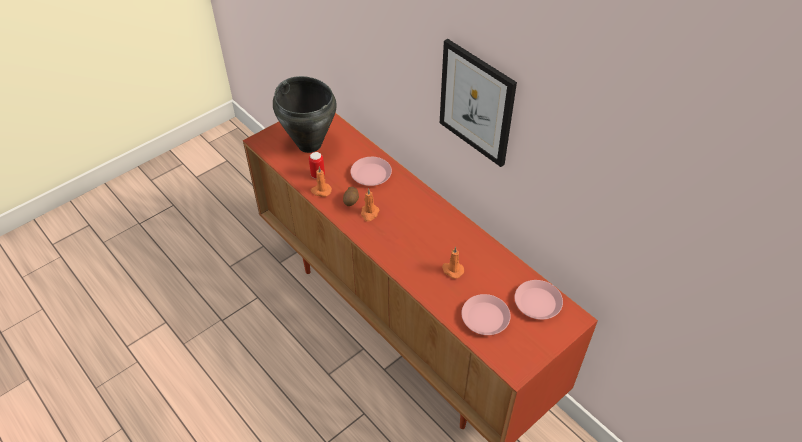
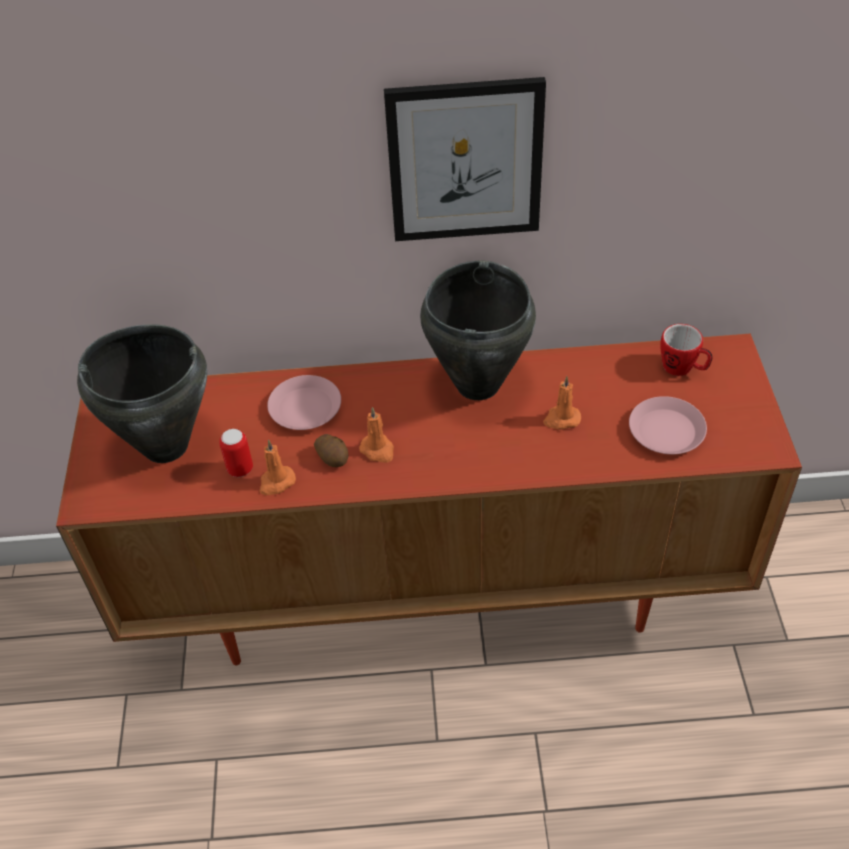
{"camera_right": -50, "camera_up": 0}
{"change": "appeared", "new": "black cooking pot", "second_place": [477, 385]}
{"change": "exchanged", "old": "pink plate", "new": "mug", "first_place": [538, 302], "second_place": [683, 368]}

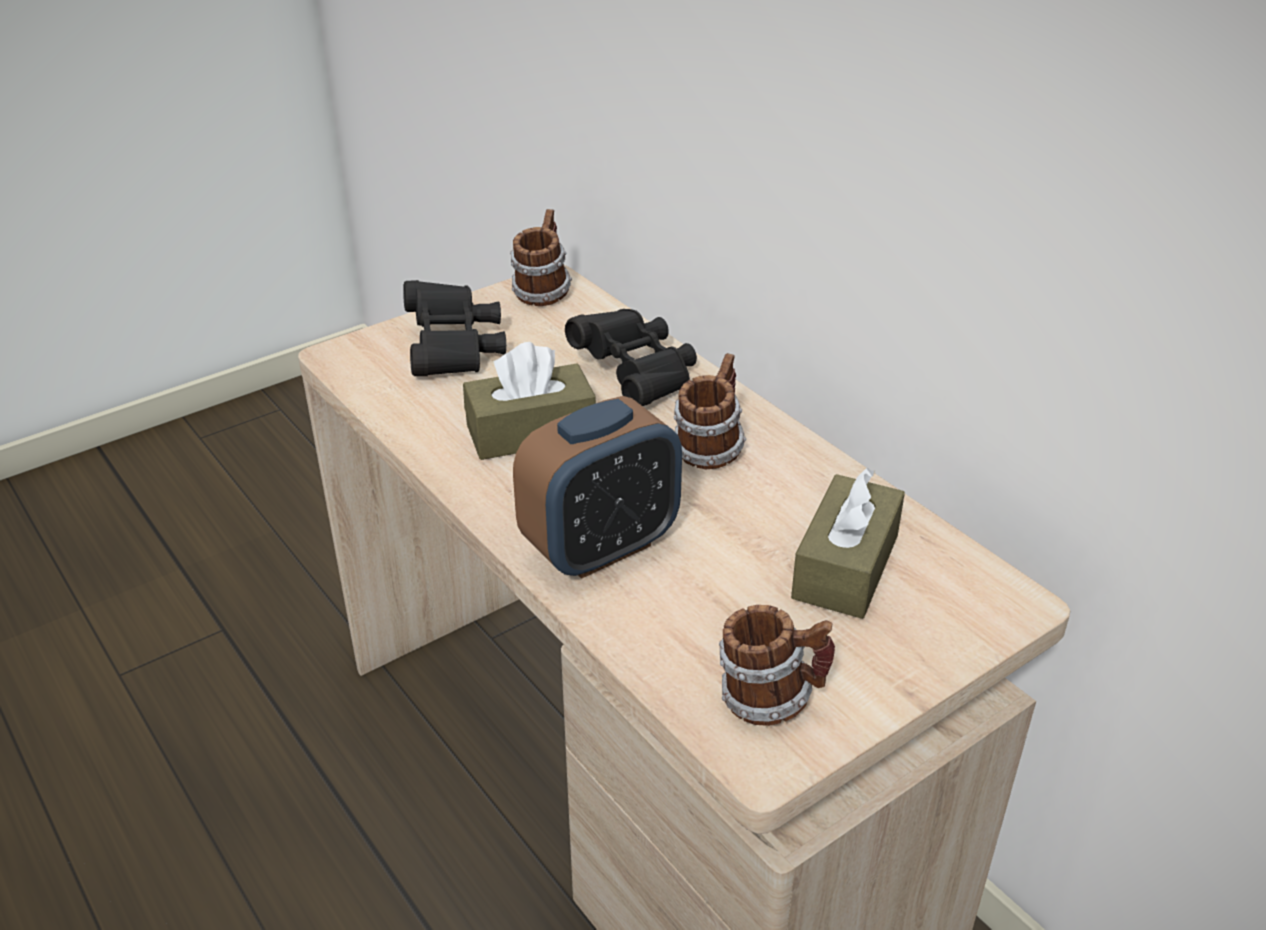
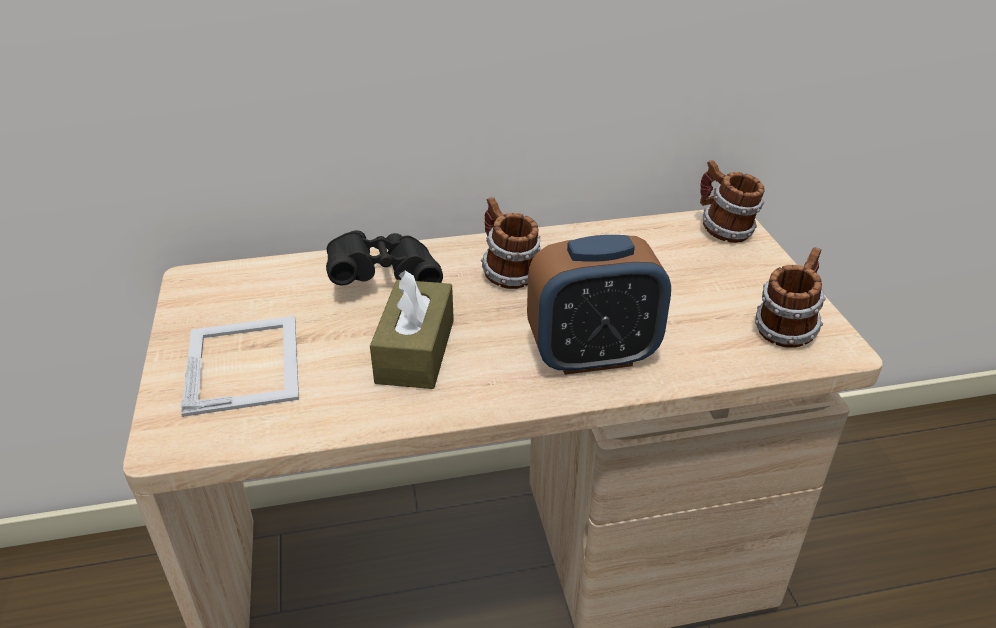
{"camera_right": -65, "camera_up": 0}
{"change": "missing", "old": "brown tissue box", "first_place": [845, 566]}
{"change": "relocated", "old": "mug", "first_place": [542, 292], "second_place": [723, 231]}
{"change": "exchanged", "old": "black binoculars", "new": "picture frame", "first_place": [454, 350], "second_place": [244, 362]}
{"change": "spun", "old": "alarm clock", "first_place": [601, 547], "second_place": [592, 355], "degrees": 90}

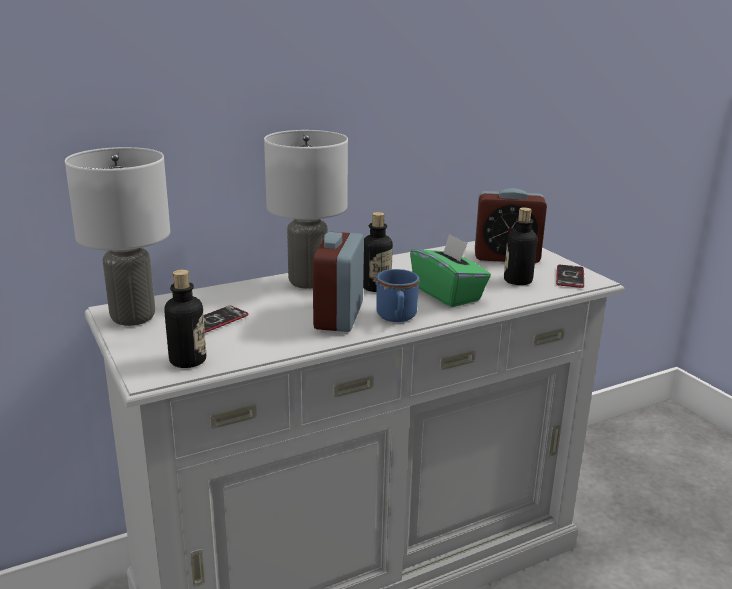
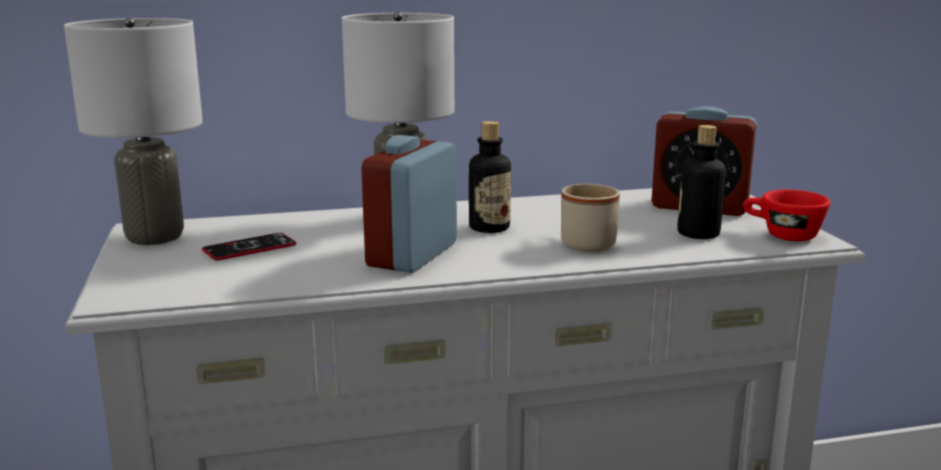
{"camera_right": 15, "camera_up": -5}
{"change": "missing", "old": "bottle", "first_place": [188, 360]}
{"change": "missing", "old": "blue mug", "first_place": [397, 318]}
{"change": "exchanged", "old": "green tissue box", "new": "beige mug", "first_place": [448, 294], "second_place": [584, 242]}
{"change": "exchanged", "old": "phone", "new": "red cup", "first_place": [570, 277], "second_place": [781, 235]}

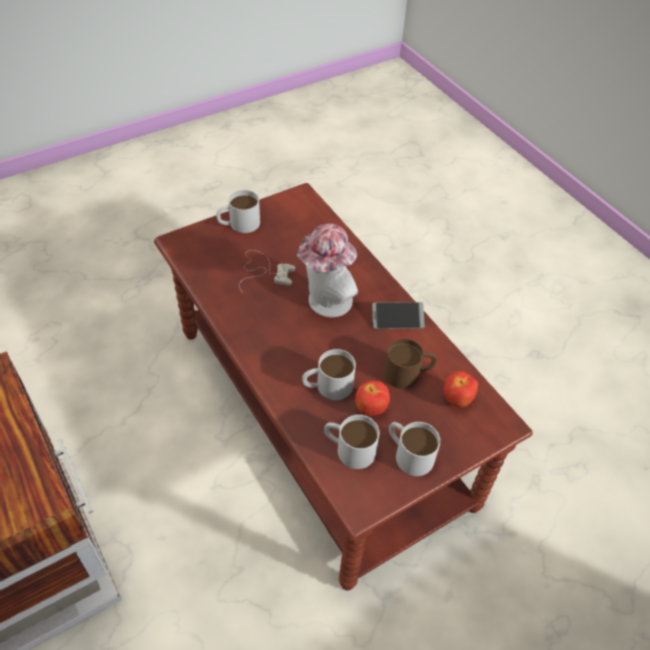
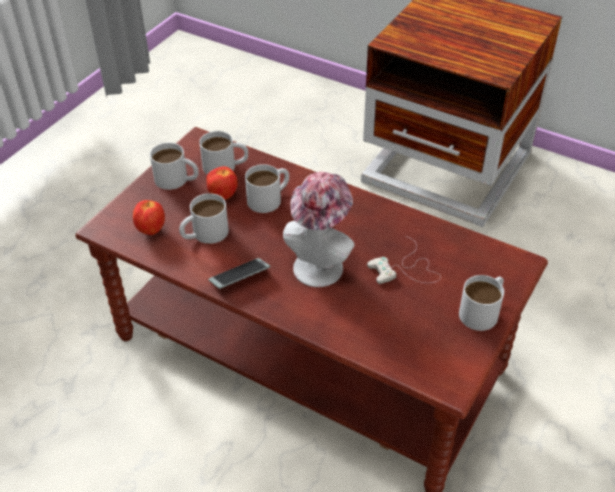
{"camera_right": 155, "camera_up": -5}
{"change": "colour", "old": "brown mug", "new": "white mug", "first_place": [408, 373], "second_place": [204, 234]}

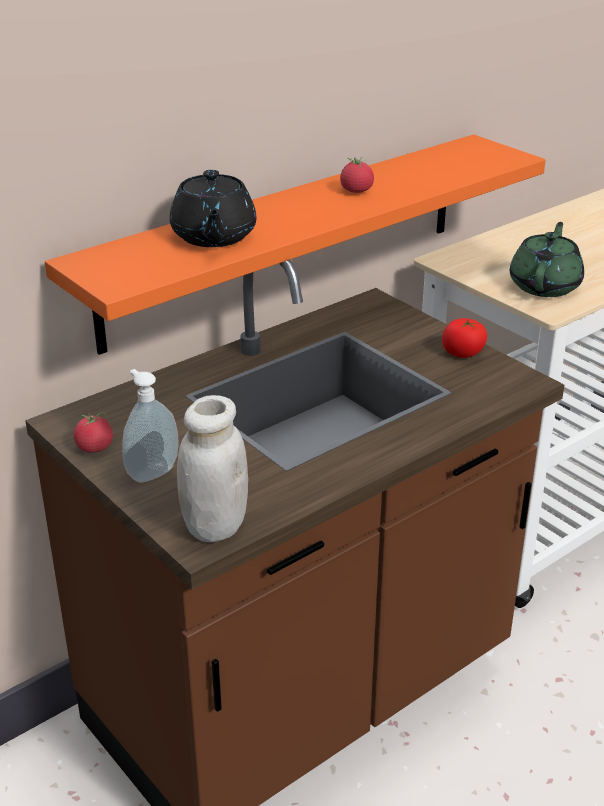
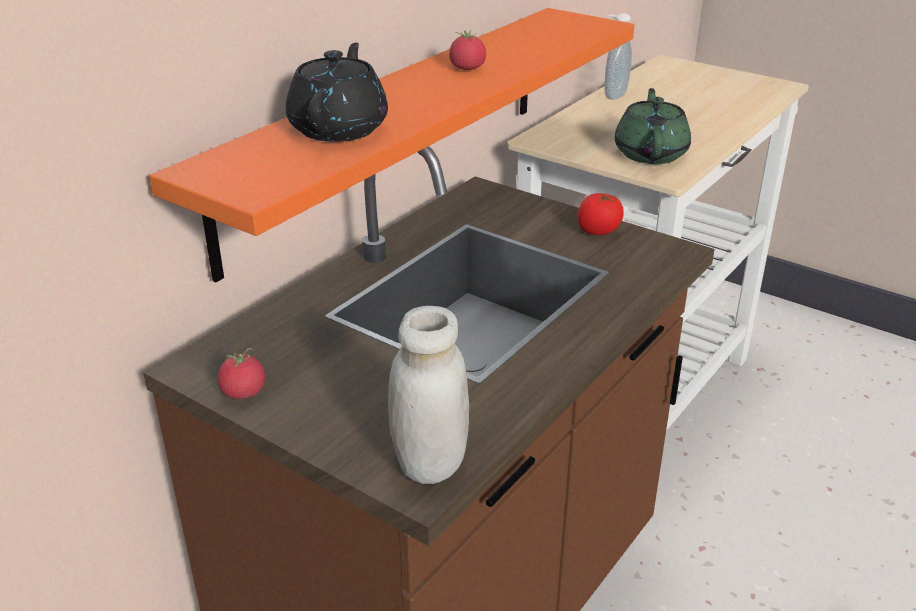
{"camera_right": -15, "camera_up": 0}
{"change": "relocated", "old": "soap dispenser", "first_place": [151, 472], "second_place": [613, 95]}
{"change": "spun", "old": "black teapot", "first_place": [213, 237], "second_place": [339, 128], "degrees": -150}

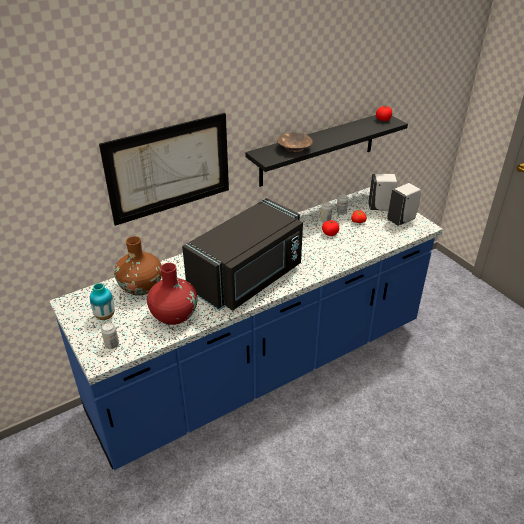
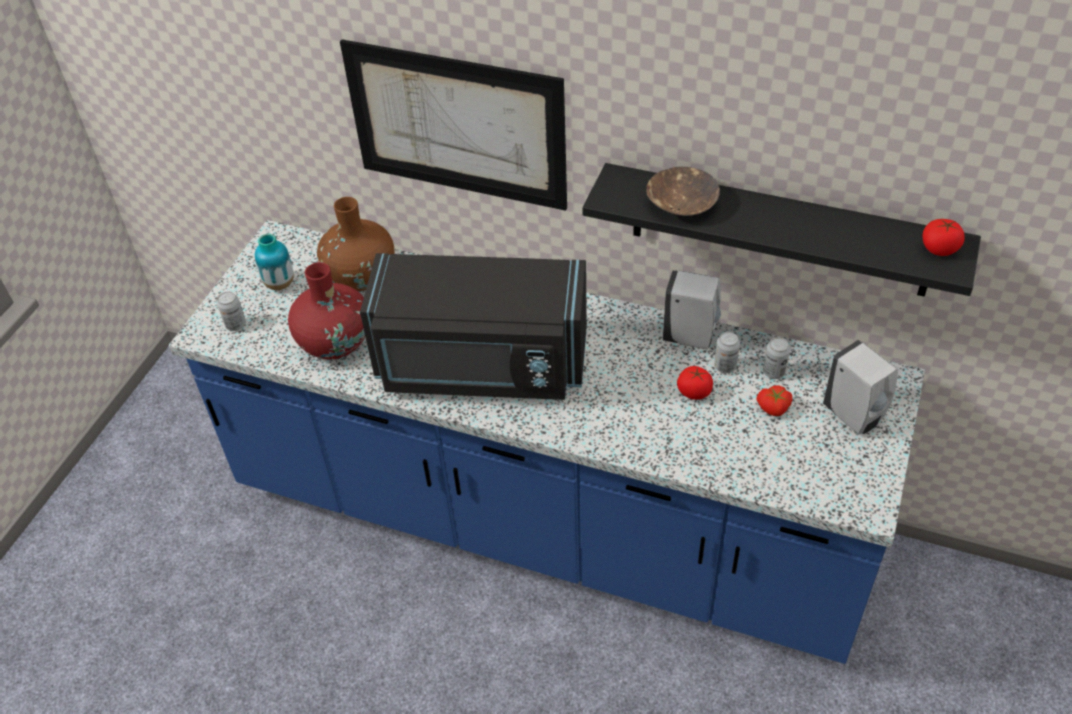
{"camera_right": 55, "camera_up": 10}
{"change": "relocated", "old": "white soap dispenser", "first_place": [401, 220], "second_place": [691, 337]}

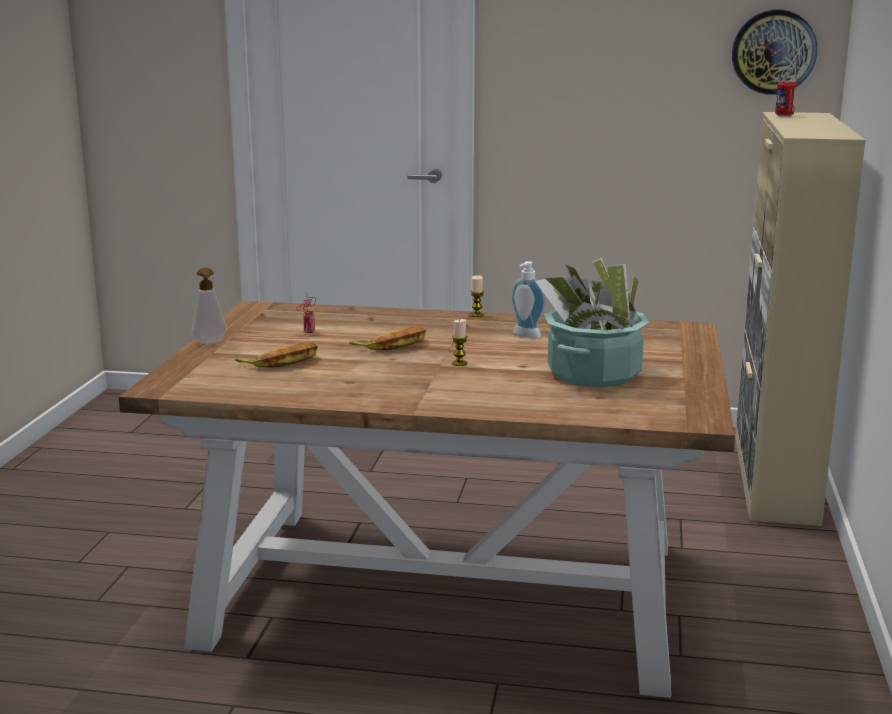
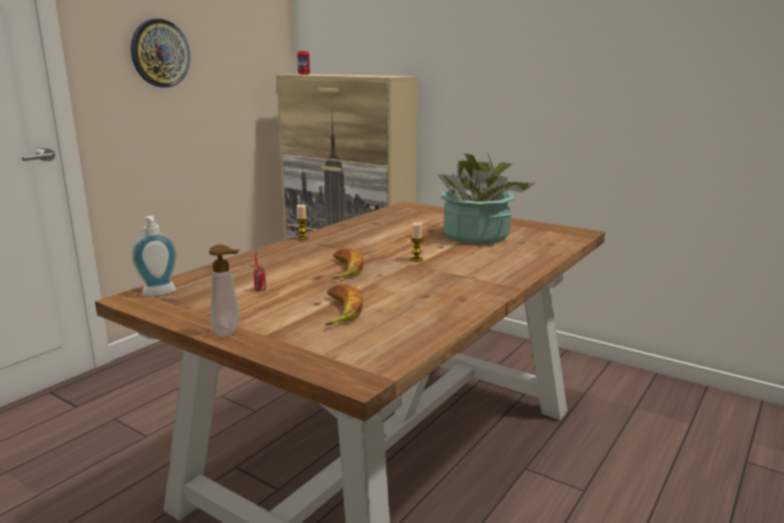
{"camera_right": -65, "camera_up": 0}
{"change": "relocated", "old": "soap dispenser", "first_place": [524, 336], "second_place": [160, 294]}
{"change": "relocated", "old": "wall clock", "first_place": [773, 52], "second_place": [160, 53]}

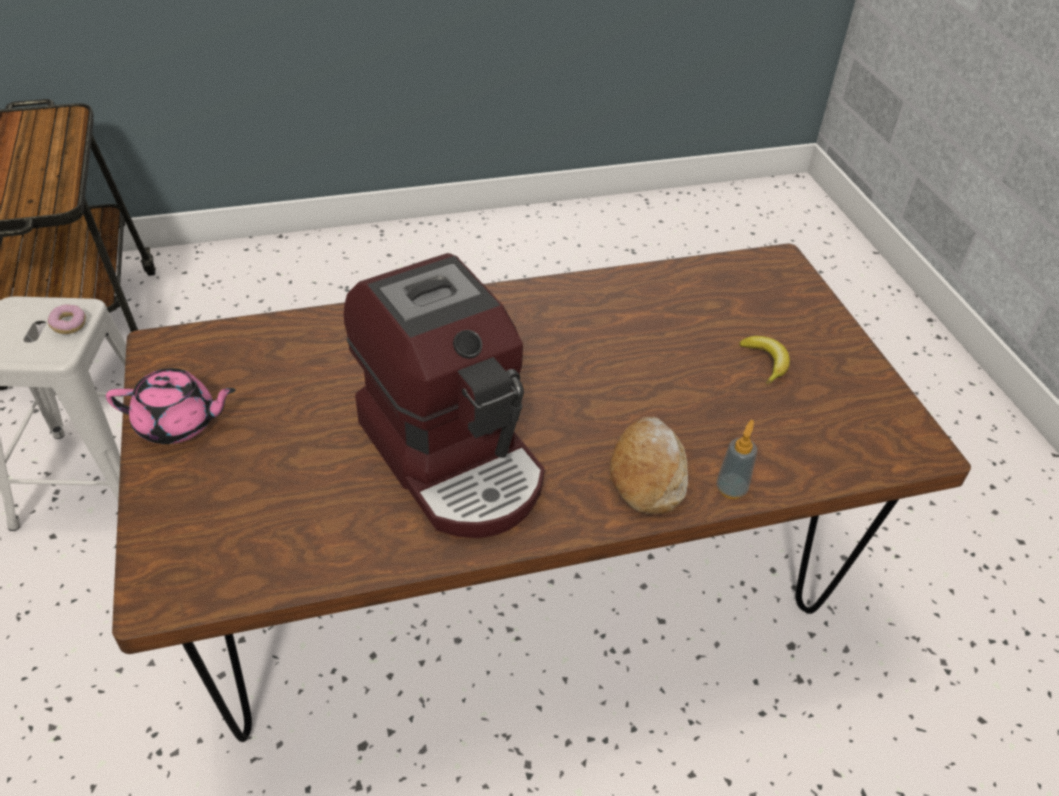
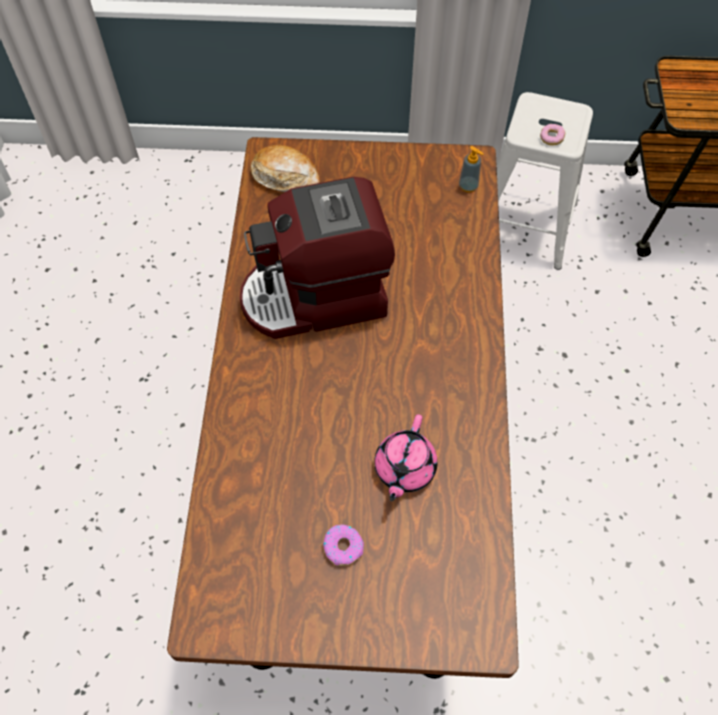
{"camera_right": 110, "camera_up": 15}
{"change": "relocated", "old": "pink teapot", "first_place": [178, 424], "second_place": [404, 469]}
{"change": "relocated", "old": "bread", "first_place": [647, 474], "second_place": [285, 177]}
{"change": "relocated", "old": "soap dispenser", "first_place": [731, 489], "second_place": [468, 186]}
{"change": "exchanged", "old": "banana", "new": "donut", "first_place": [765, 362], "second_place": [343, 547]}

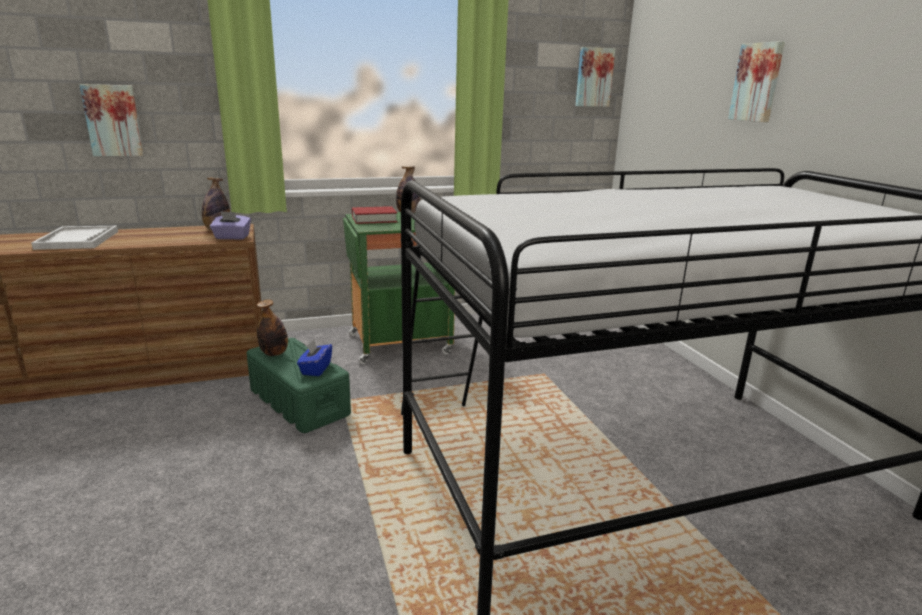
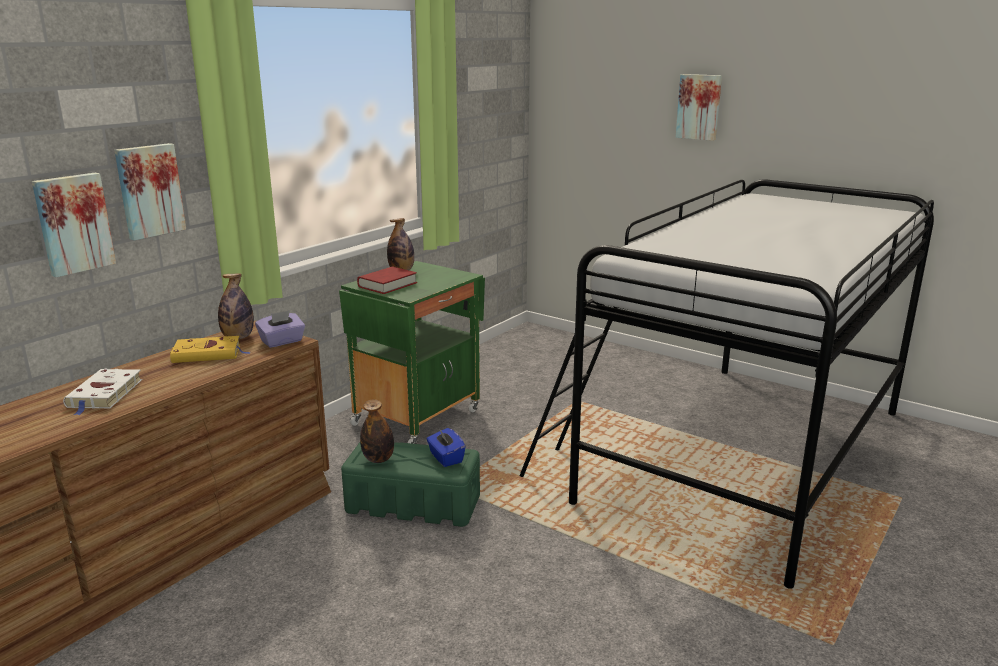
{"camera_right": -35, "camera_up": 0}
{"change": "appeared", "new": "yellow book", "second_place": [209, 354]}
{"change": "relocated", "old": "picture", "first_place": [593, 77], "second_place": [149, 190]}
{"change": "exchanged", "old": "white tray", "new": "white book", "first_place": [78, 240], "second_place": [104, 394]}

